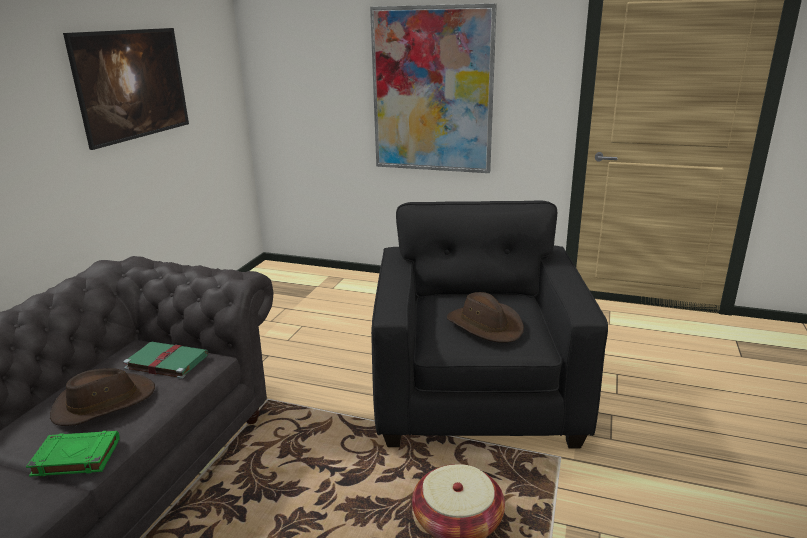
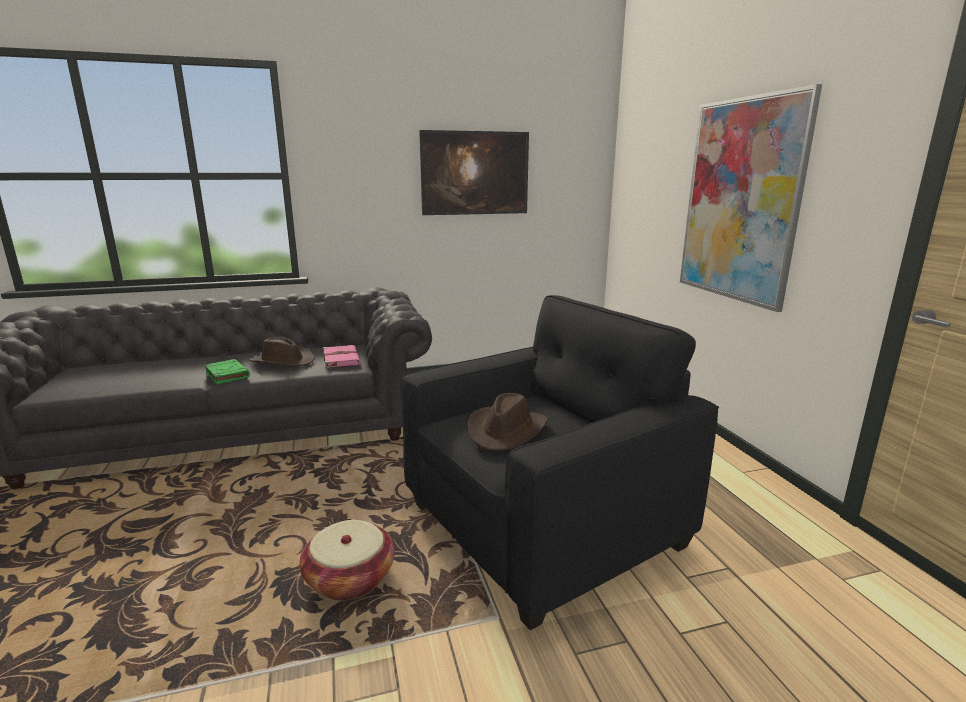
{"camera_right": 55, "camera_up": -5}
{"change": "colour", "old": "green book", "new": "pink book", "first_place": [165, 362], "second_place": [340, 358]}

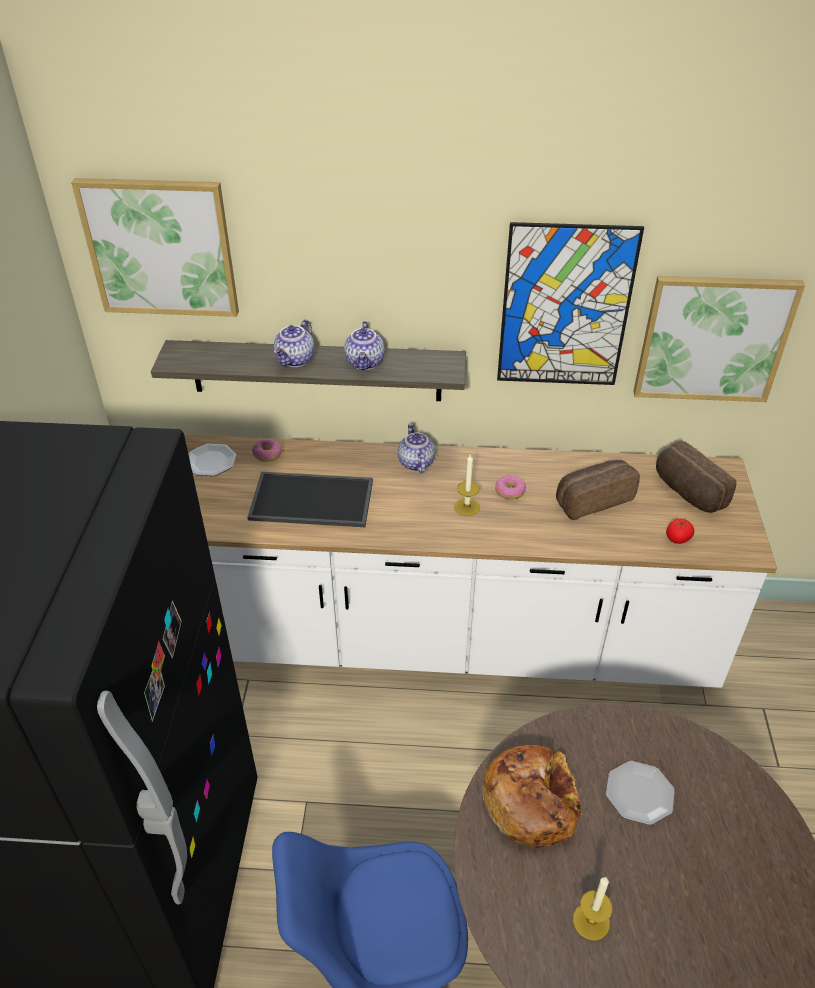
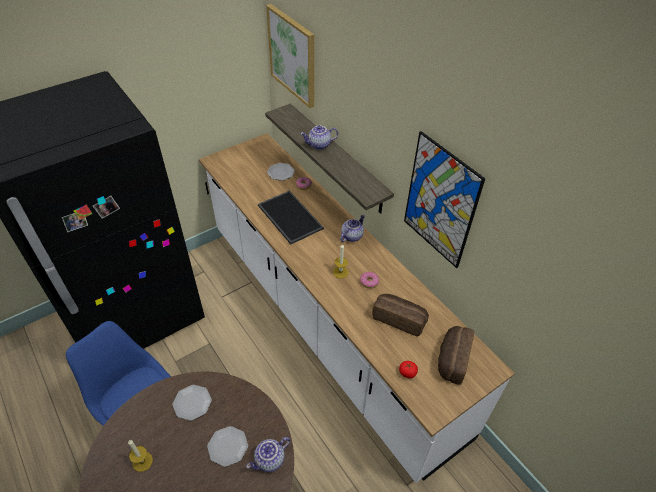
{"camera_right": 50, "camera_up": 5}
{"change": "missing", "old": "picture", "first_place": [713, 338]}
{"change": "relocated", "old": "teapot", "first_place": [365, 363], "second_place": [270, 460]}
{"change": "exchanged", "old": "bread", "new": "plate", "first_place": [532, 801], "second_place": [192, 403]}

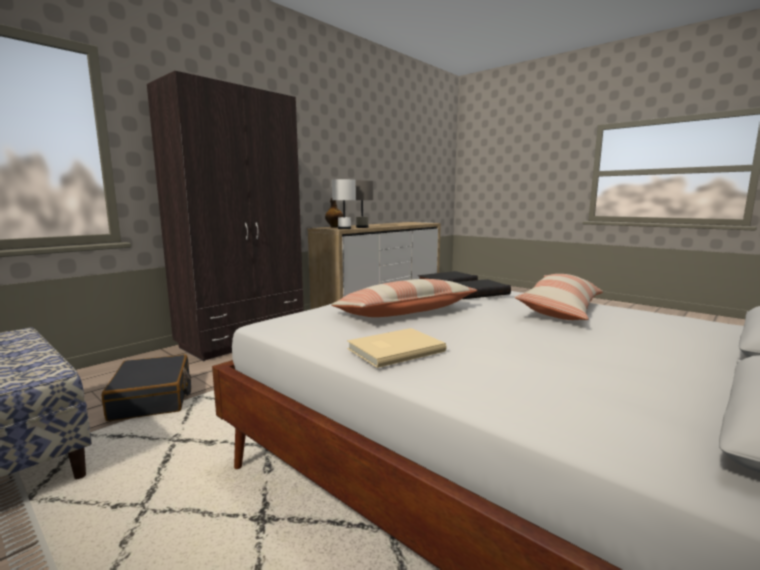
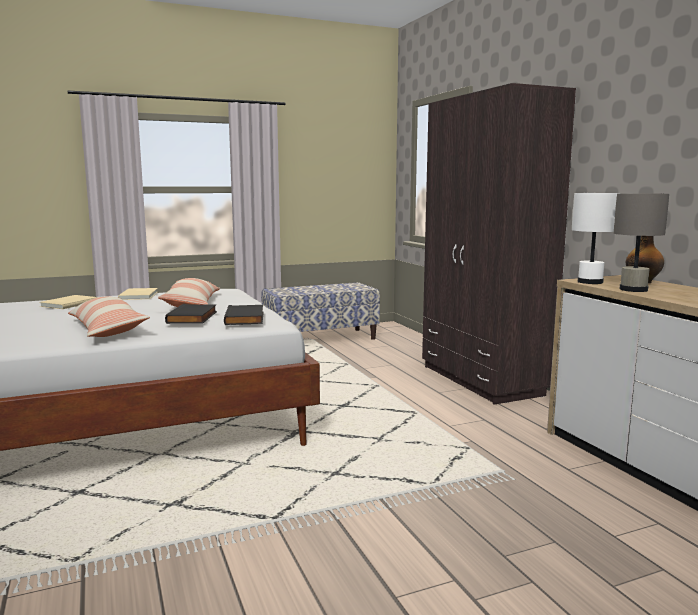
{"camera_right": 115, "camera_up": 0}
{"change": "missing", "old": "black suitcase", "first_place": [153, 398]}
{"change": "appeared", "new": "beige book", "second_place": [68, 304]}

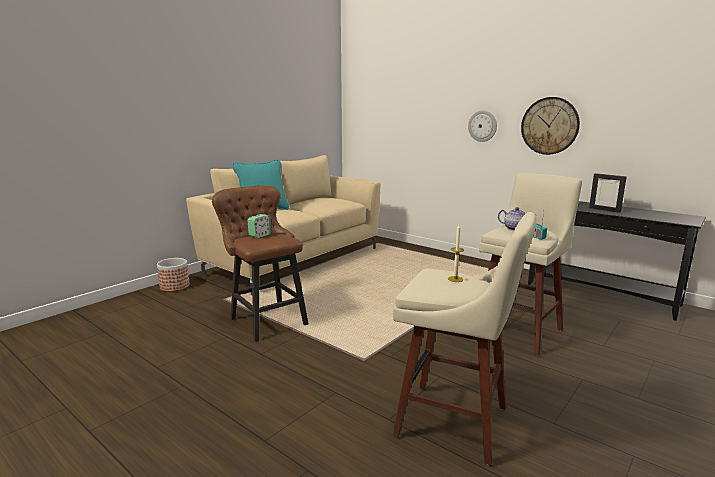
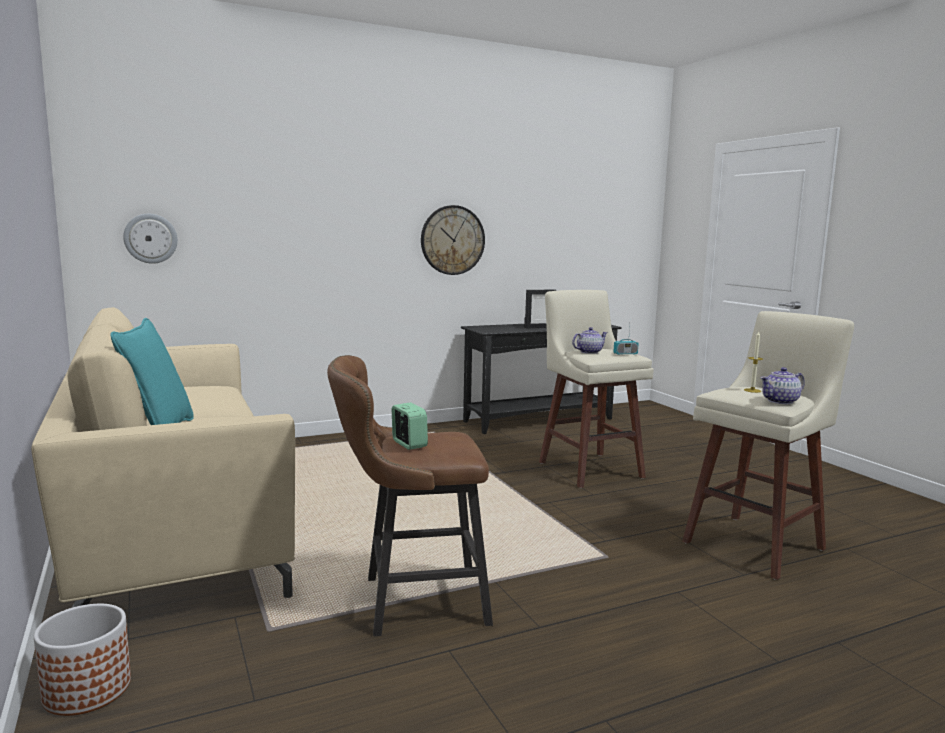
{"camera_right": -65, "camera_up": -5}
{"change": "appeared", "new": "teapot", "second_place": [781, 401]}
{"change": "relocated", "old": "wall clock", "first_place": [482, 126], "second_place": [150, 238]}

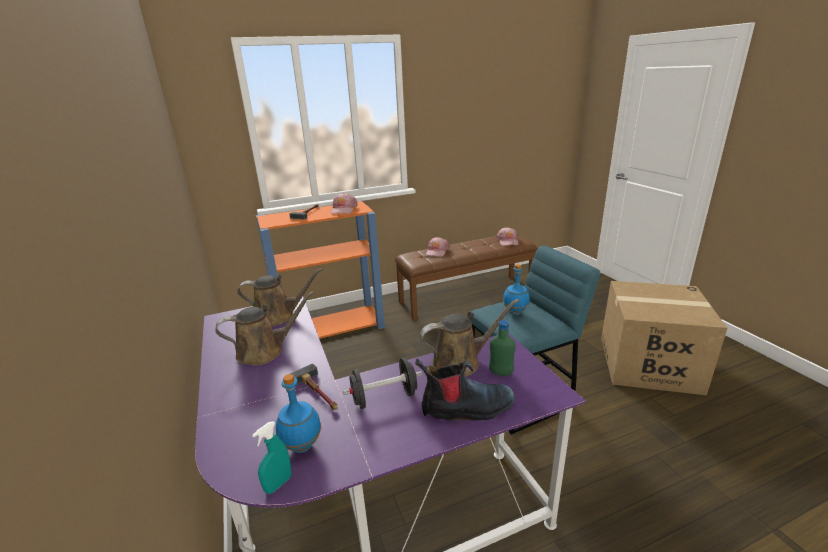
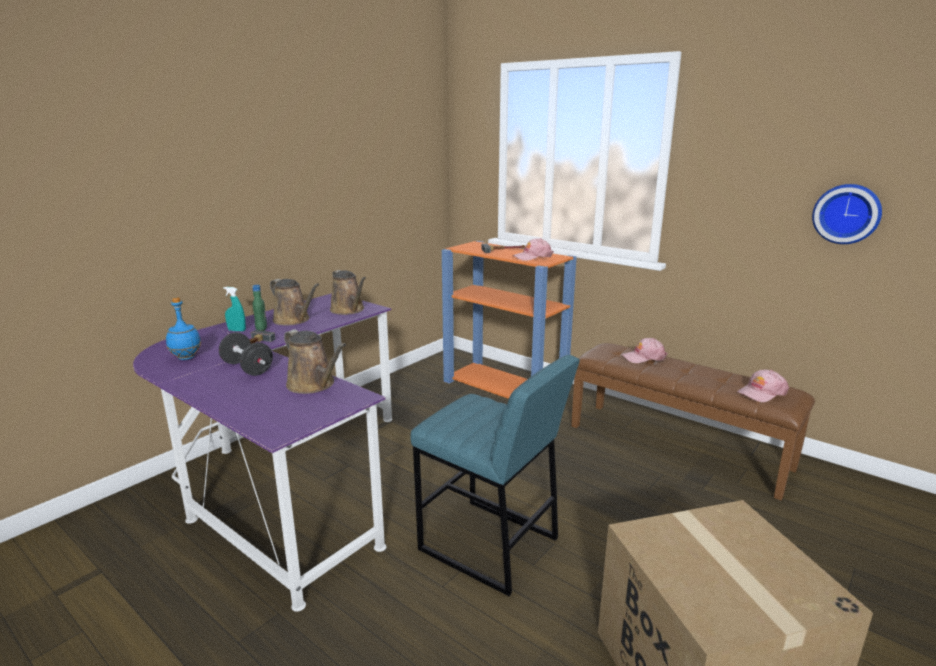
{"camera_right": 60, "camera_up": -5}
{"change": "missing", "old": "boot", "first_place": [466, 409]}
{"change": "missing", "old": "blue bottle", "first_place": [515, 312]}
{"change": "appeared", "new": "wall clock", "second_place": [846, 213]}
{"change": "relocated", "old": "turquoise spray bottle", "first_place": [278, 484], "second_place": [237, 330]}
{"change": "relocated", "old": "green bottle", "first_place": [501, 373], "second_place": [261, 329]}

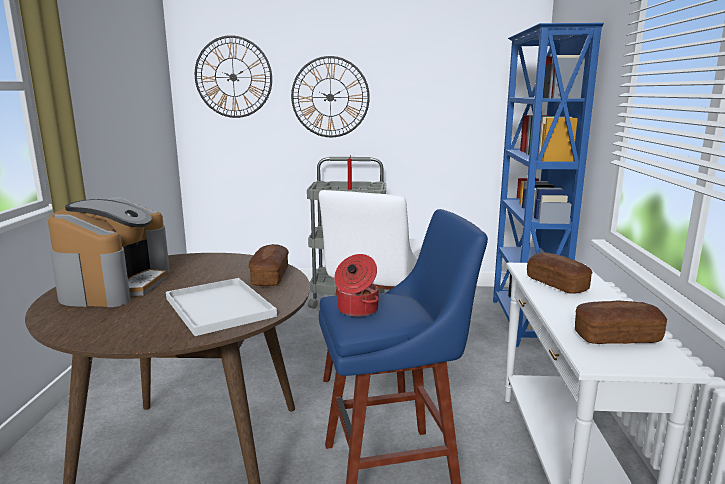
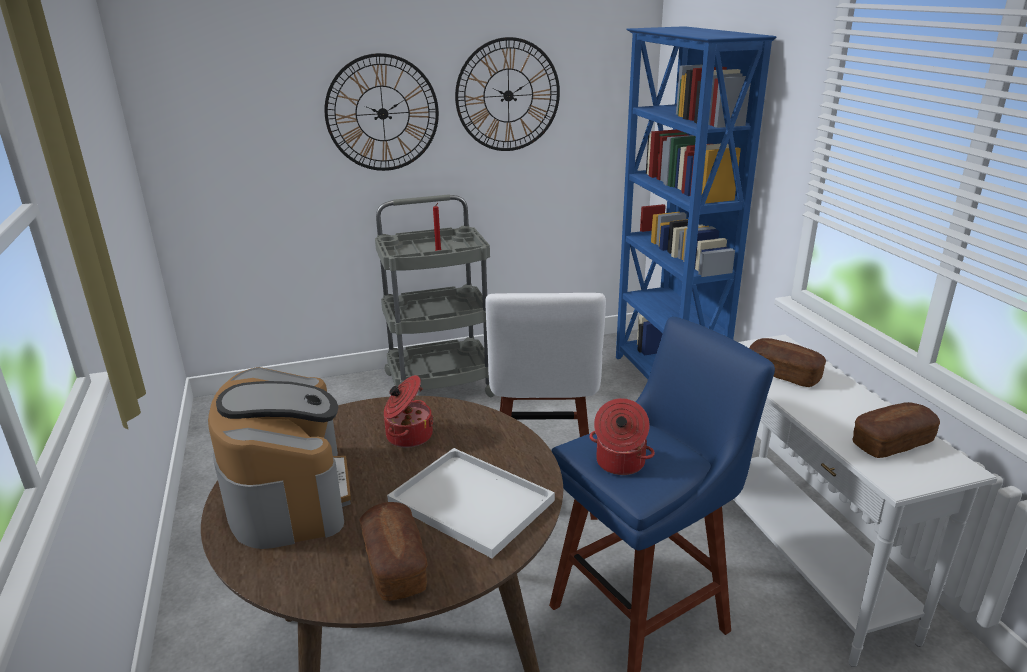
{"camera_right": -20, "camera_up": 10}
{"change": "appeared", "new": "cooking pot", "second_place": [408, 435]}
{"change": "relocated", "old": "wall clock", "first_place": [233, 77], "second_place": [508, 95]}
{"change": "relocated", "old": "bread", "first_place": [270, 276], "second_place": [395, 565]}

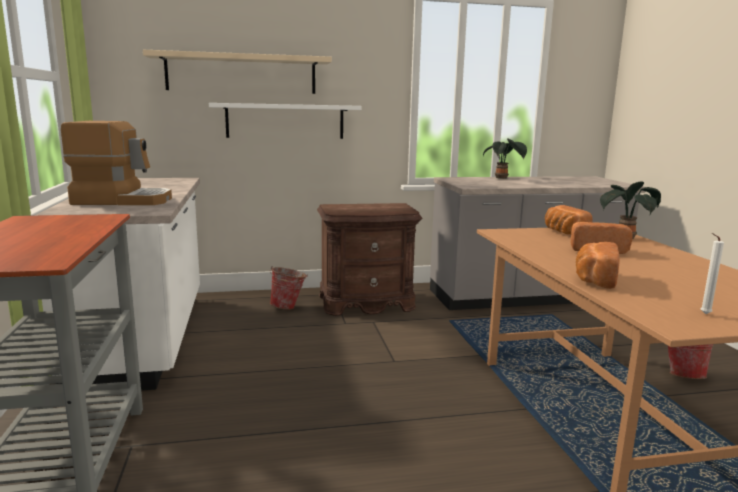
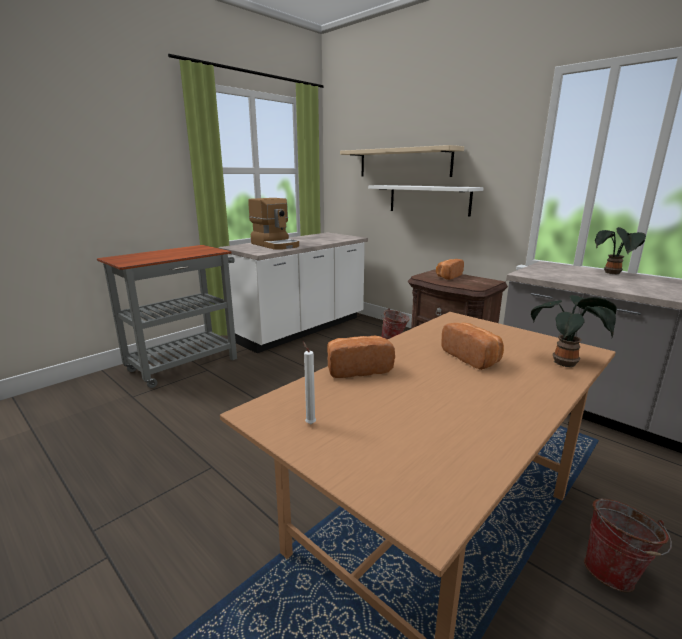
{"camera_right": 55, "camera_up": 5}
{"change": "relocated", "old": "bread", "first_place": [563, 233], "second_place": [448, 276]}

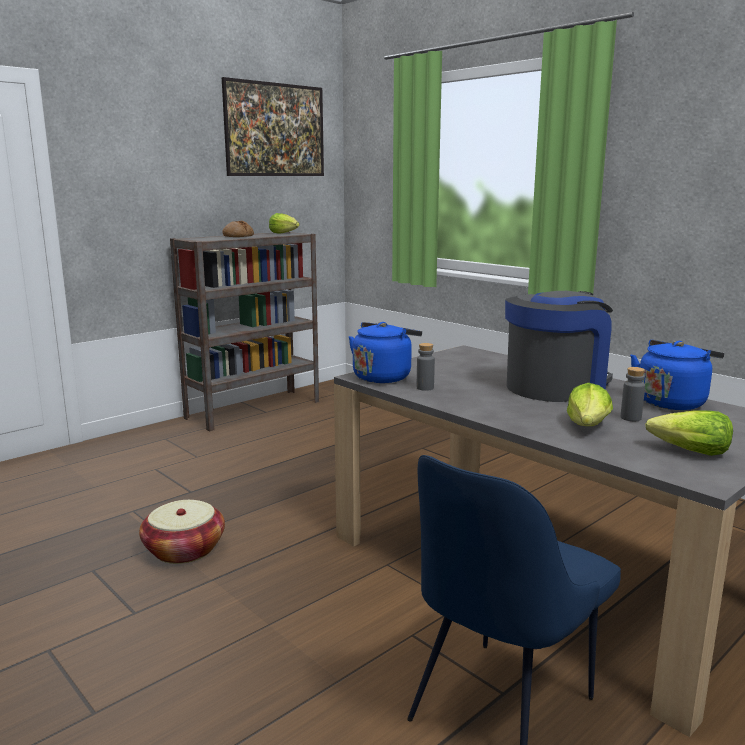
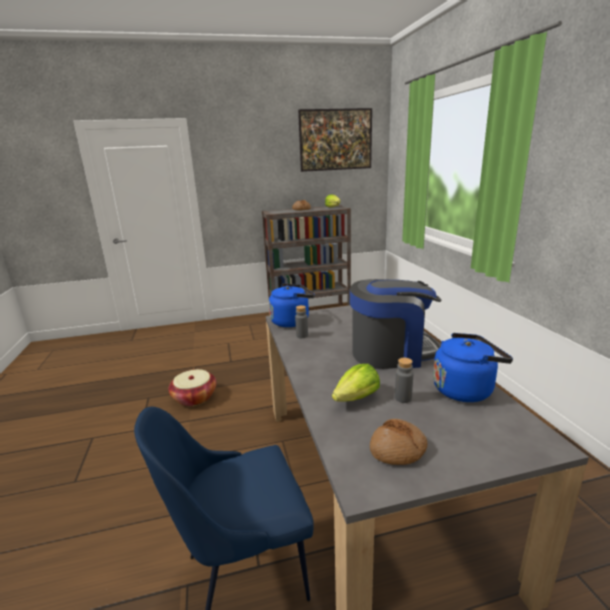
{"camera_right": 30, "camera_up": 5}
{"change": "exchanged", "old": "lettuce", "new": "bread", "first_place": [690, 452], "second_place": [398, 450]}

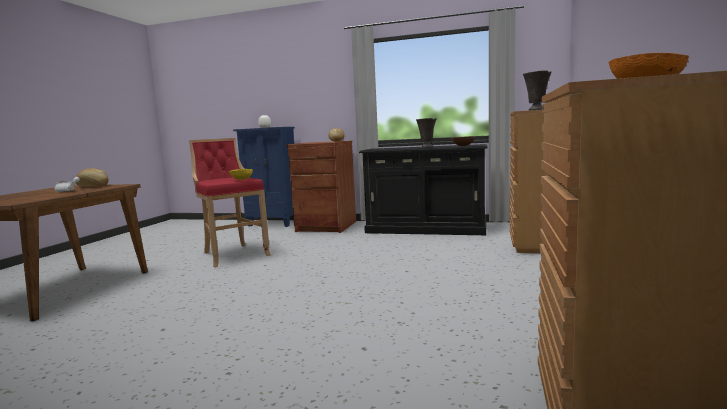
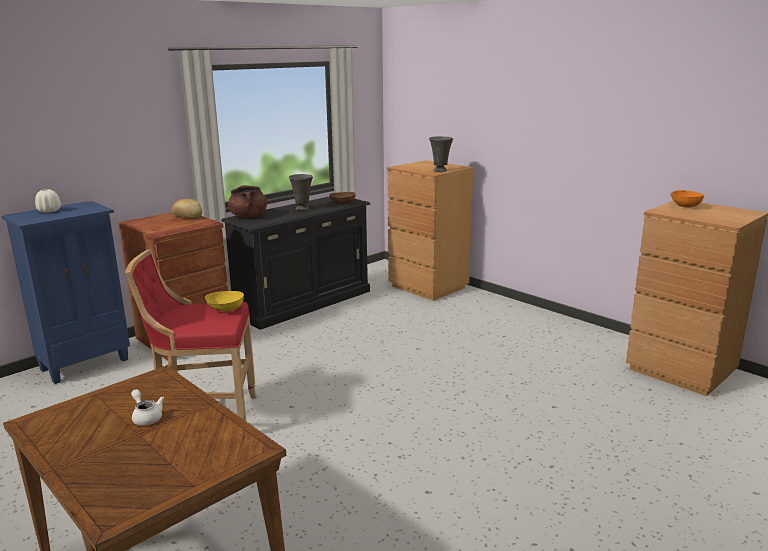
{"camera_right": -60, "camera_up": 10}
{"change": "missing", "old": "bread", "first_place": [93, 186]}
{"change": "appeared", "new": "brown cooking pot", "second_place": [248, 216]}

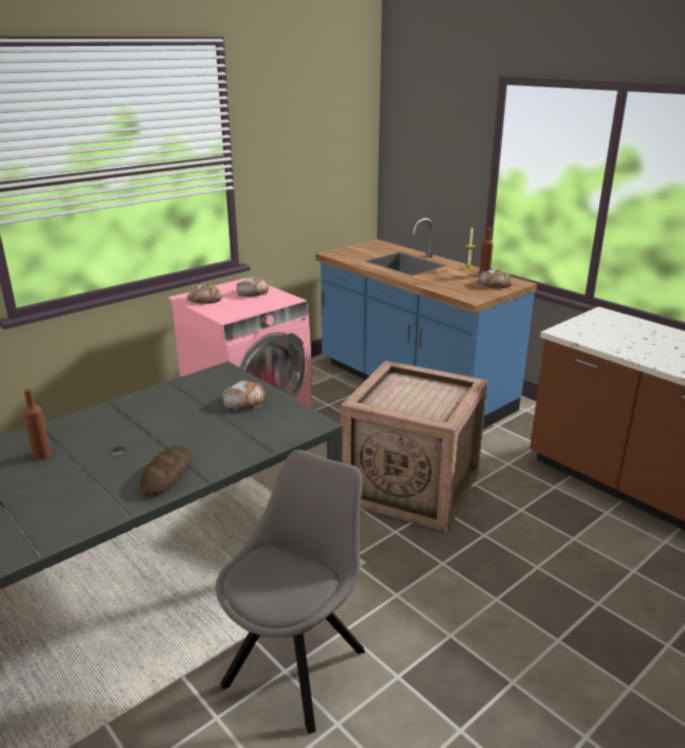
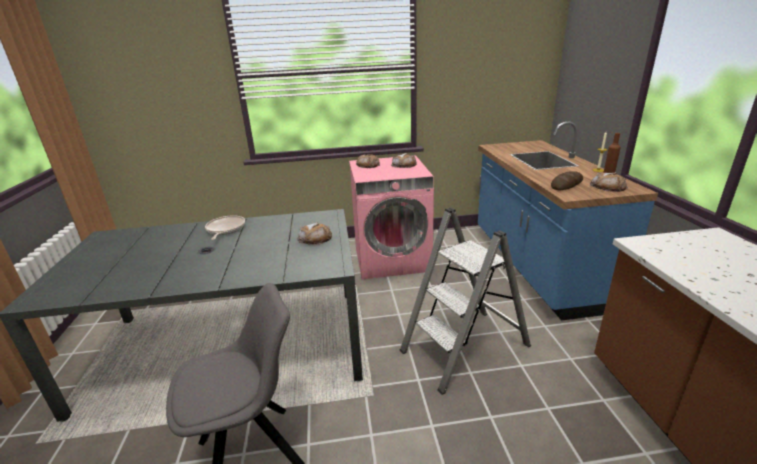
{"camera_right": 35, "camera_up": 0}
{"change": "missing", "old": "brown bottle", "first_place": [42, 455]}
{"change": "appeared", "new": "frying pan", "second_place": [225, 229]}
{"change": "relocated", "old": "bread", "first_place": [167, 474], "second_place": [566, 184]}
{"change": "exchanged", "old": "crate", "new": "grey step ladder", "first_place": [414, 486], "second_place": [466, 347]}

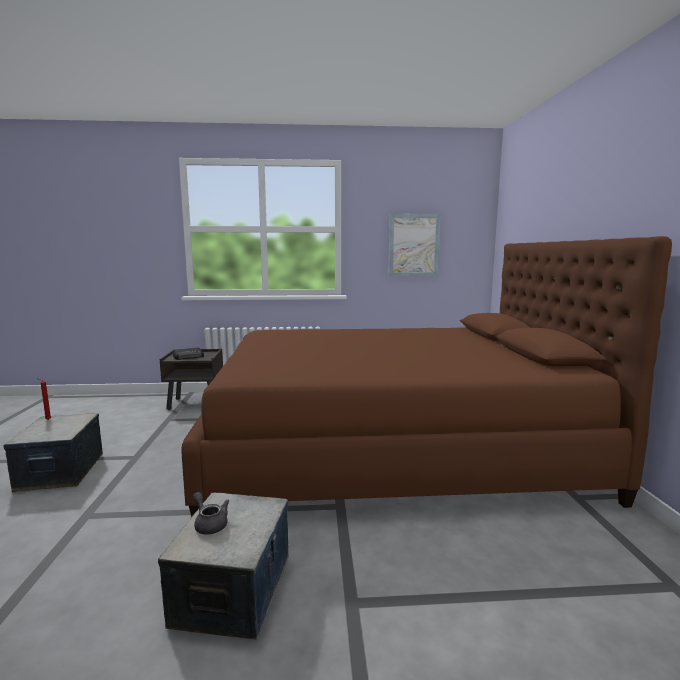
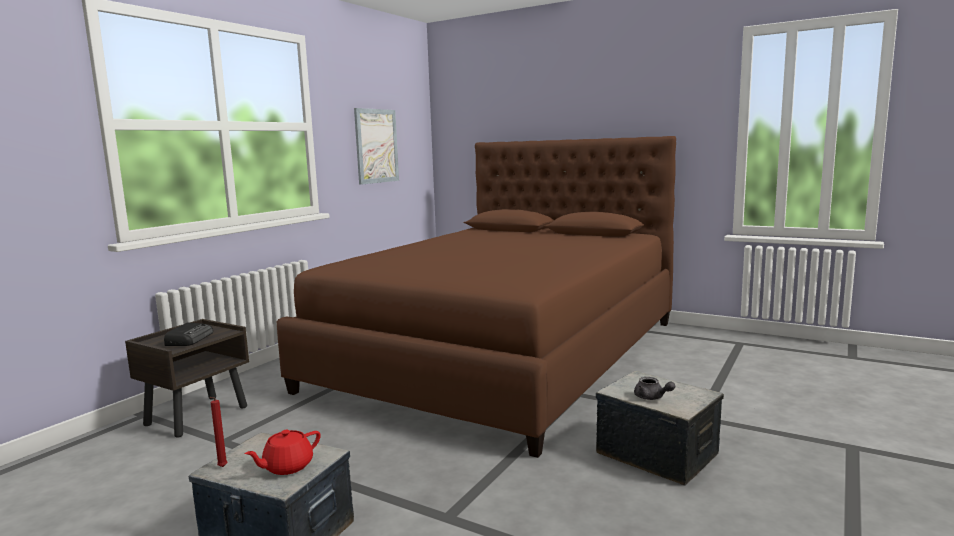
{"camera_right": -55, "camera_up": 0}
{"change": "appeared", "new": "red teapot", "second_place": [287, 467]}
{"change": "spun", "old": "grey teapot", "first_place": [209, 524], "second_place": [652, 398], "degrees": -120}

